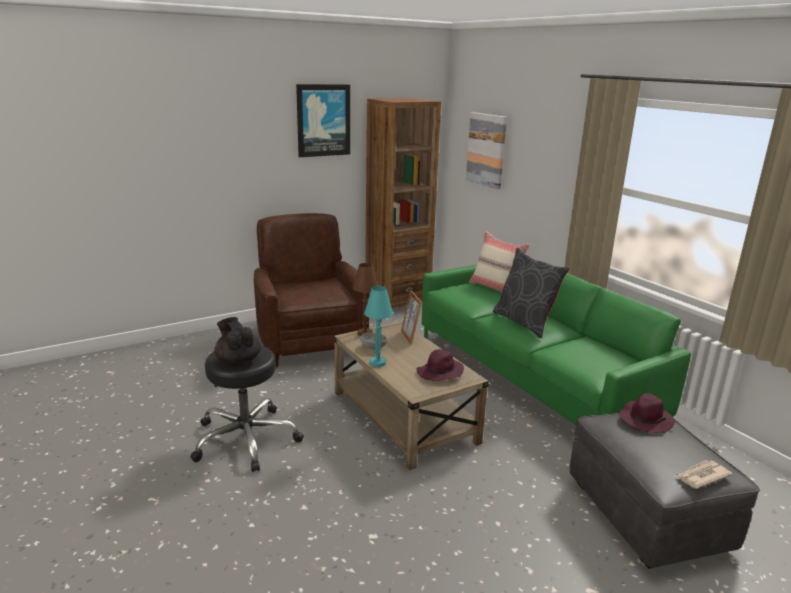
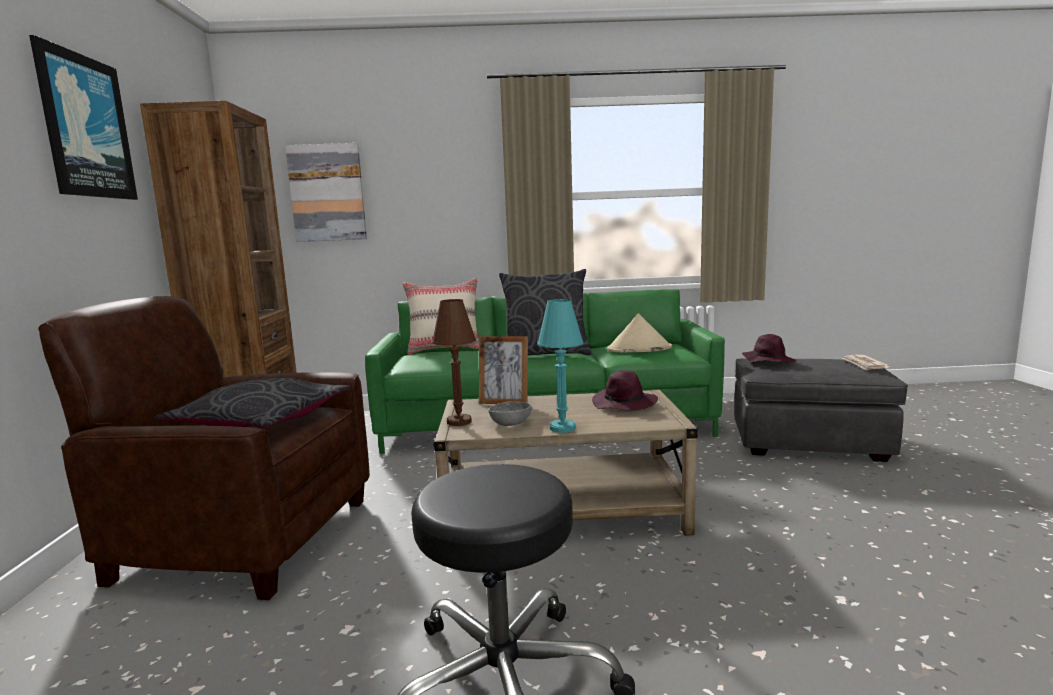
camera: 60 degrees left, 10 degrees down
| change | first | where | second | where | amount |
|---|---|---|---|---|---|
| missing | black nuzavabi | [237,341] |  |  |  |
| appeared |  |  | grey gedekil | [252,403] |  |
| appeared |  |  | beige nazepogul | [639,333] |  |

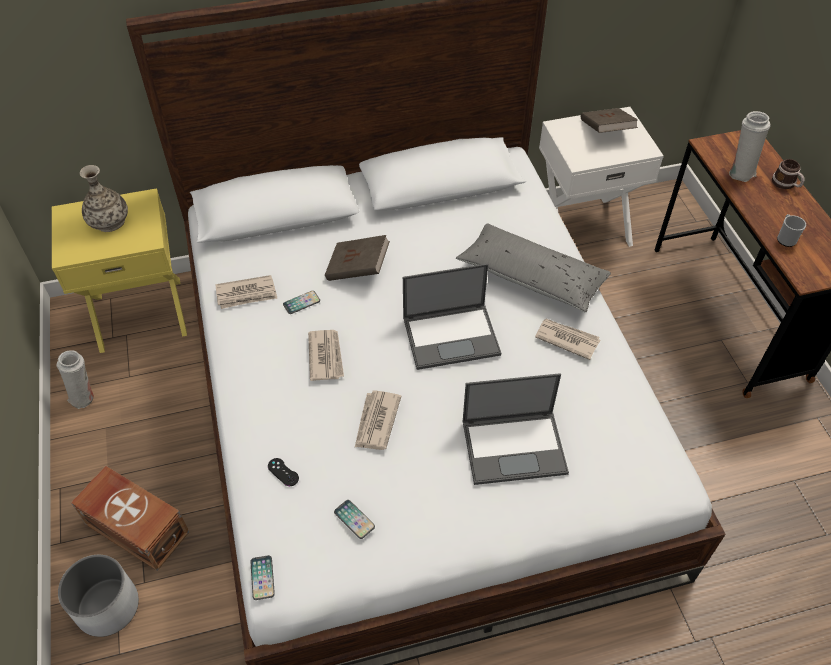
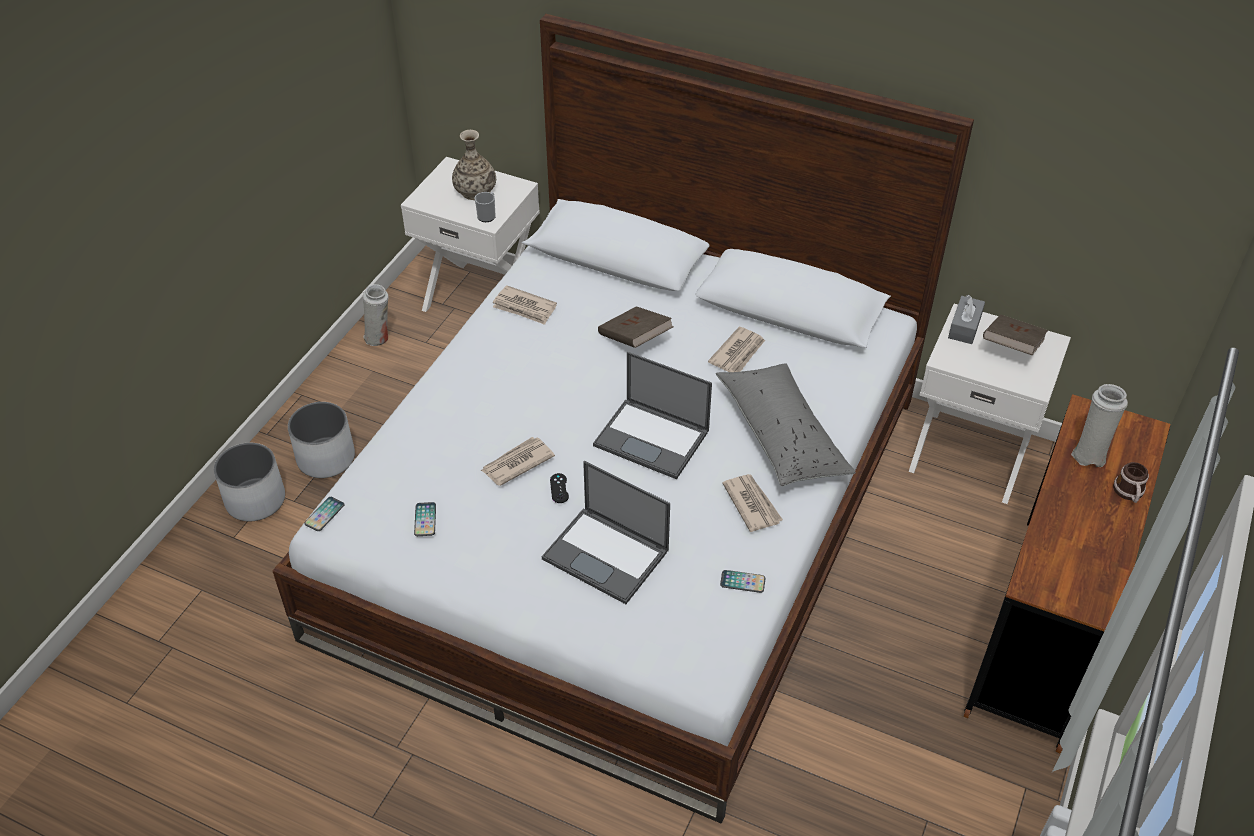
camera: 40 degrees right, 5 degrees down
| change | first | where | second | where | amount |
|---|---|---|---|---|---|
| colour | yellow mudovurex | [119,270] | white mudovurex | [470,234] |  |
| exchanged | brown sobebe | [130,518] | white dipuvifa | [321,440] |  |
| relocated | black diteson | [283,472] |  | [559,488] |  |
| relocated | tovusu | [301,302] |  | [743,581] |  |
| relocated | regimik | [326,355] |  | [736,349] |  |
| relocated | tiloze | [791,230] |  | [485,207] |  |
| appeared |  |  | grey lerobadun | [966,319] |  |

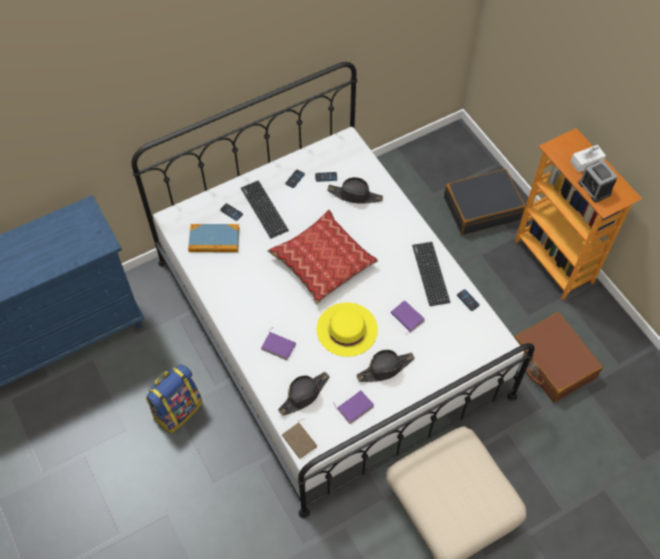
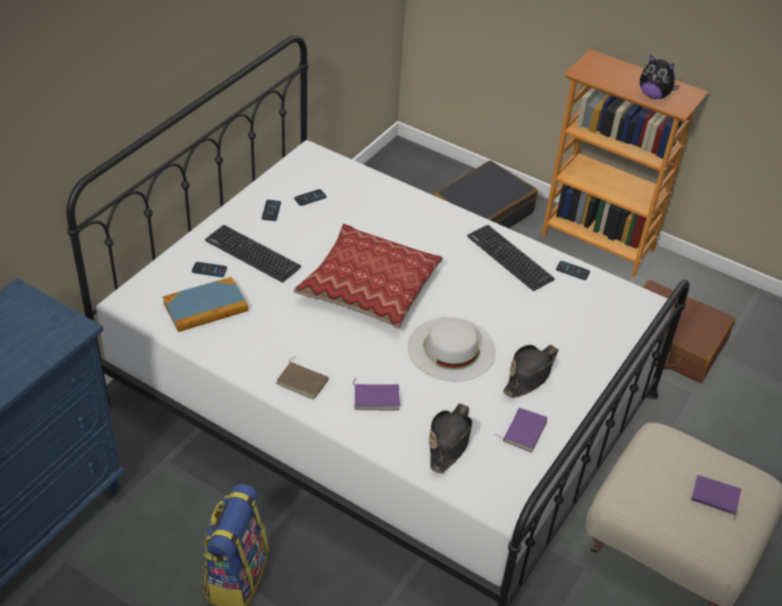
camera: 30 degrees left, 15 degrees down
| change | first | where | second | where | amount |
|---|---|---|---|---|---|
| relocated | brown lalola | [299,439] |  | [302,378] |  |
| colour | yellow nazepogul | [347,329] | white nazepogul | [452,349] |  |
| missing | black nazepogul | [355,190] |  |  |  |
| relocated | purple lalola | [408,317] |  | [716,497] |  |
| missing | white lerobadun | [588,158] |  |  |  |
| exchanged | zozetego | [598,181] | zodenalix | [659,76] |  |

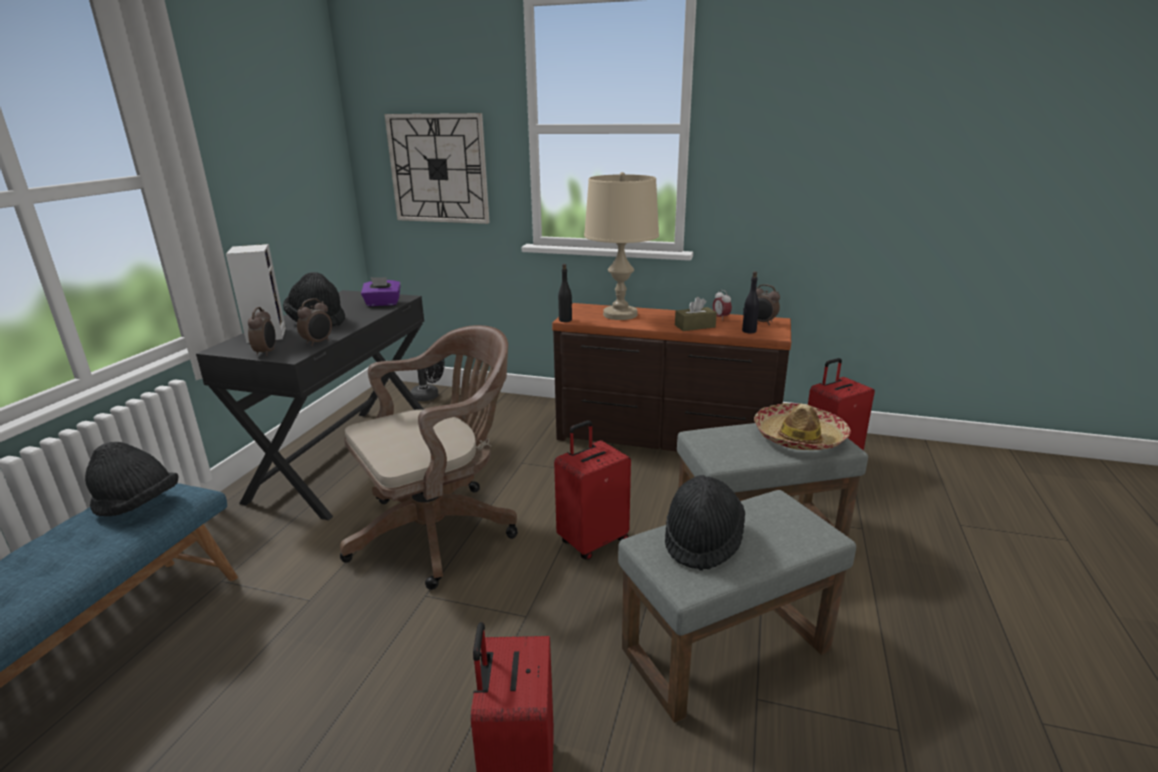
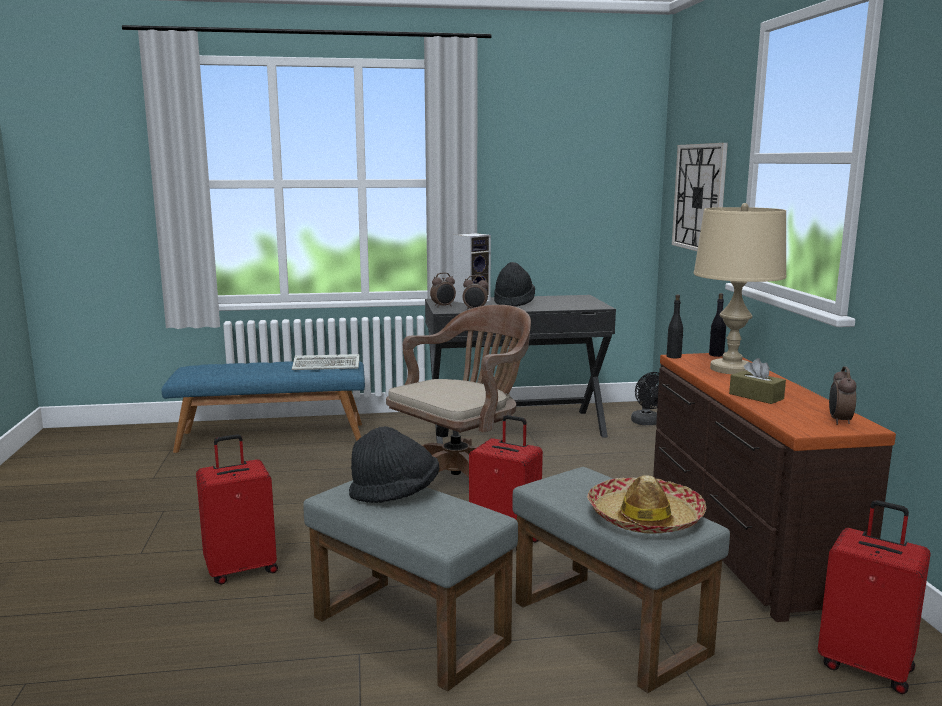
camera: 65 degrees right, 10 degrees down
| change | first | where | second | where | amount |
|---|---|---|---|---|---|
| exchanged | black nazepogul | [131,479] | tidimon | [326,362] |  |
| spun | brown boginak | [429,457] |  | [458,391] | 75 degrees counterclockwise |
| missing | purple lerobadun | [381,291] |  |  |  |
| missing | zozetego | [722,304] |  |  |  |
| relocated | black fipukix | [750,302] |  | [717,325] |  |

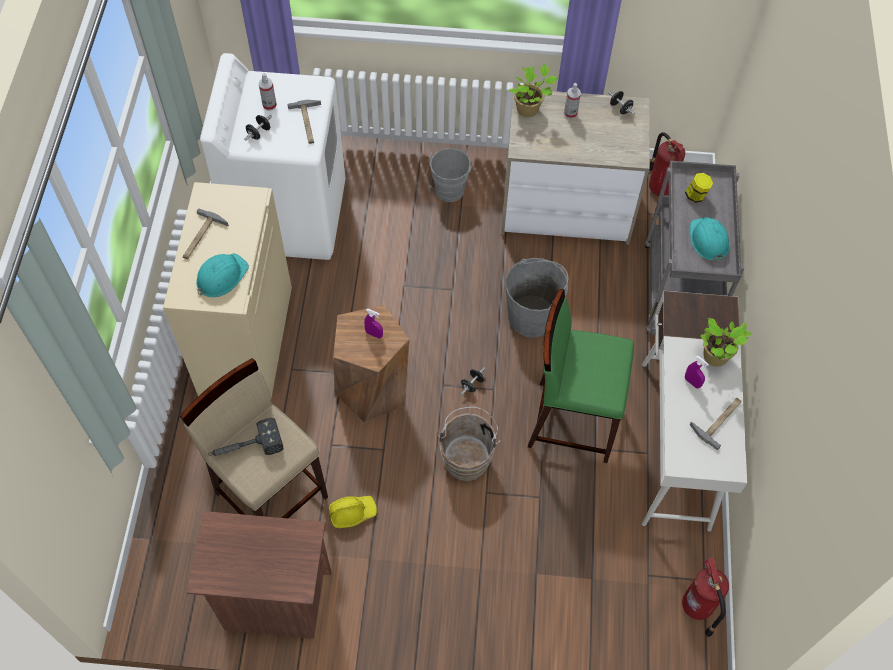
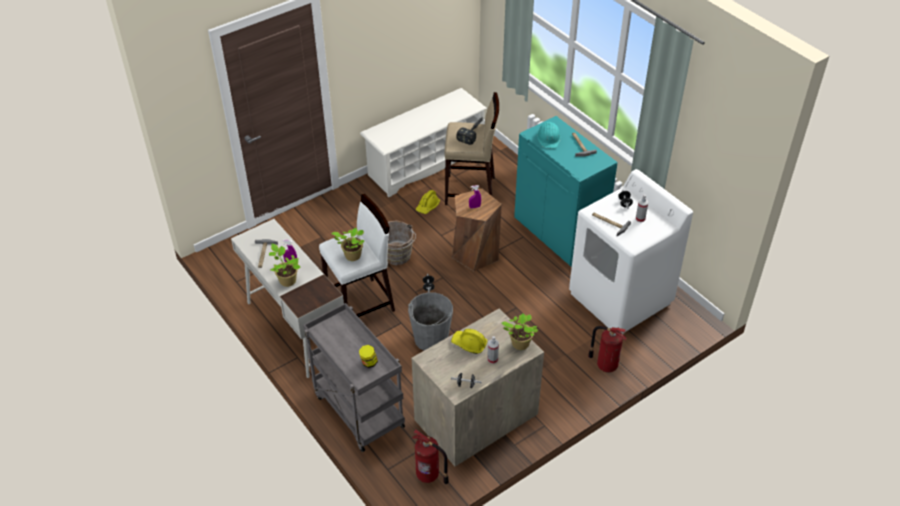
camera: 140 degrees right, 15 degrees down
| change | first | where | second | where | amount |
|---|---|---|---|---|---|
| colour | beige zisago | [227,290] | turquoise zisago | [566,191] |  |
| exchanged | brown mudovurex | [259,575] | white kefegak | [423,143] |  |
| missing | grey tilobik | [449,175] |  |  |  |
| colour | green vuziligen | [581,376] | white vuziligen | [357,255] |  |
| relocated | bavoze | [705,597] |  | [607,349] |  |
| missing | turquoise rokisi | [710,239] |  |  |  |
| appeared |  |  | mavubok | [348,244] |  |
| appeared |  |  | yellow rokisi | [469,341] |  |

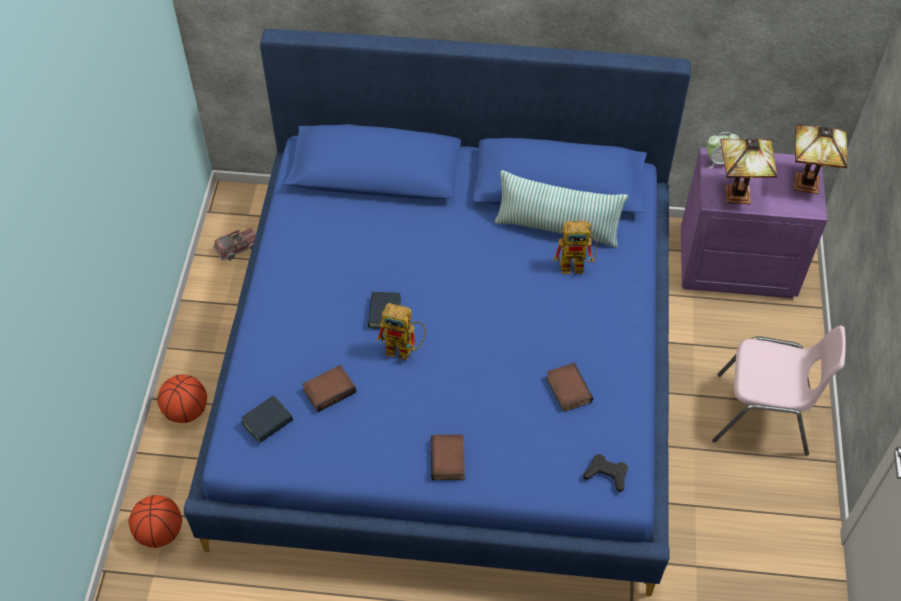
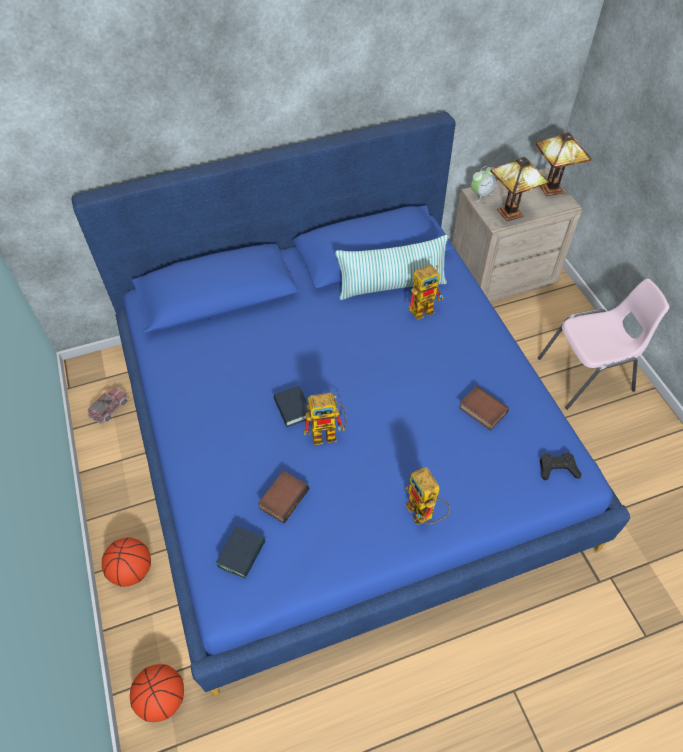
camera: 25 degrees left, 0 degrees up
| change | first | where | second | where | amount |
|---|---|---|---|---|---|
| exchanged | lalola | [447,457] | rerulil | [427,496] |  |
| colour | purple mudovurex | [754,222] | beige mudovurex | [517,235] |  |

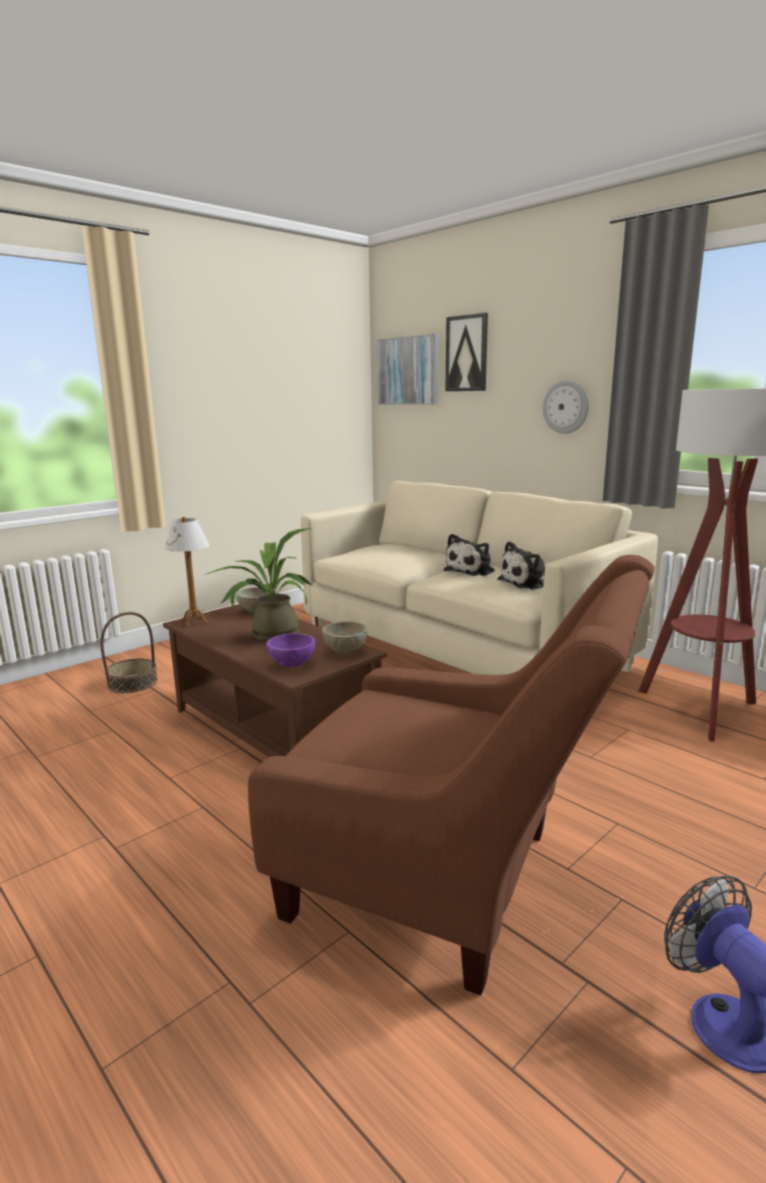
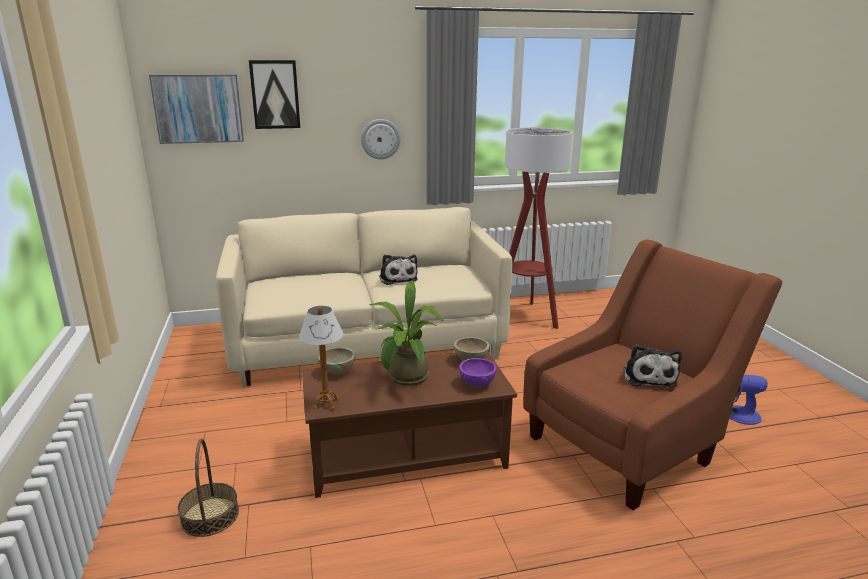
camera: 60 degrees left, 5 degrees up
| change | first | where | second | where | amount |
|---|---|---|---|---|---|
| relocated | zodenalix | [521,565] |  | [653,366] |  |

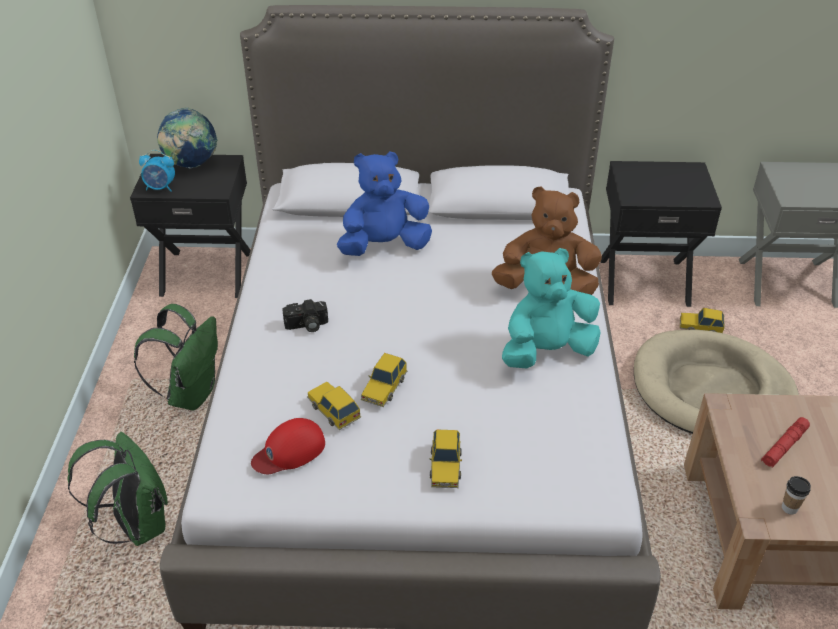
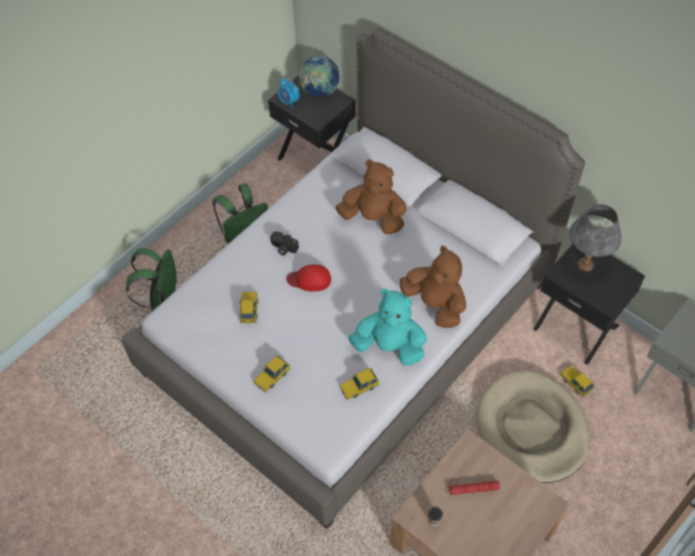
camera: 40 degrees right, 15 degrees up
| change | first | where | second | where | amount |
|---|---|---|---|---|---|
| relocated | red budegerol | [288,446] |  | [308,277] |  |
| colour | blue zodenalix | [384,203] | brown zodenalix | [371,197] |  |
| relocated | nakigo | [384,380] |  | [359,384] |  |
| appeared |  |  | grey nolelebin | [595,237] |  |

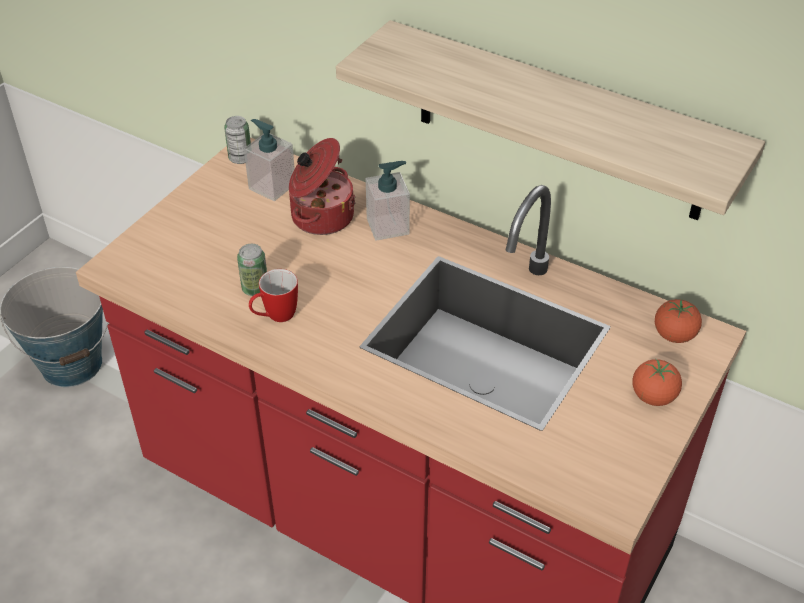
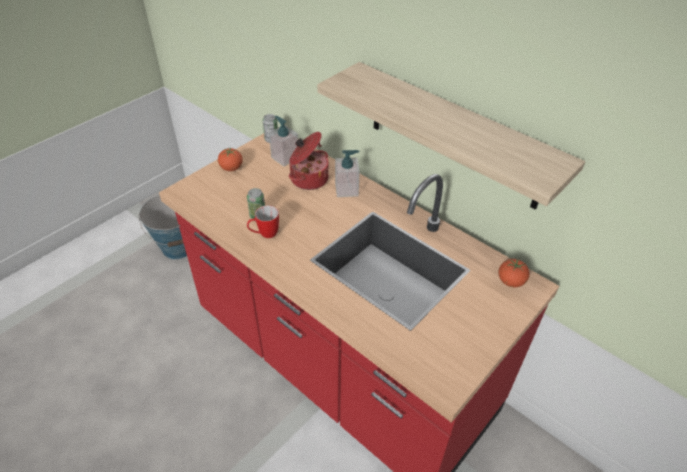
camera: 10 degrees right, 0 degrees up
| change | first | where | second | where | amount |
|---|---|---|---|---|---|
| relocated | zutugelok | [657,382] |  | [230,159] |  |

